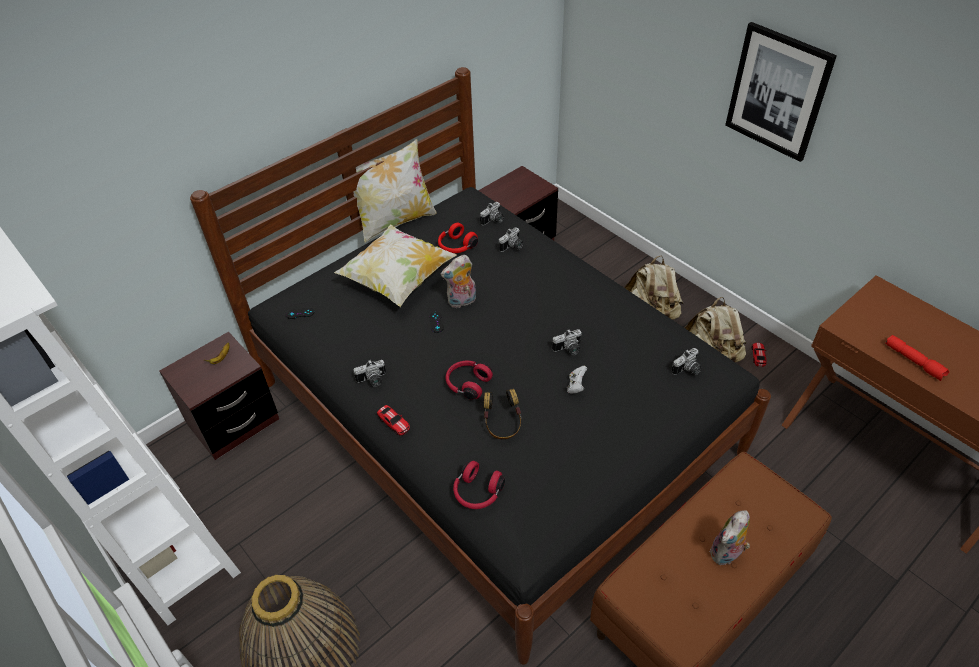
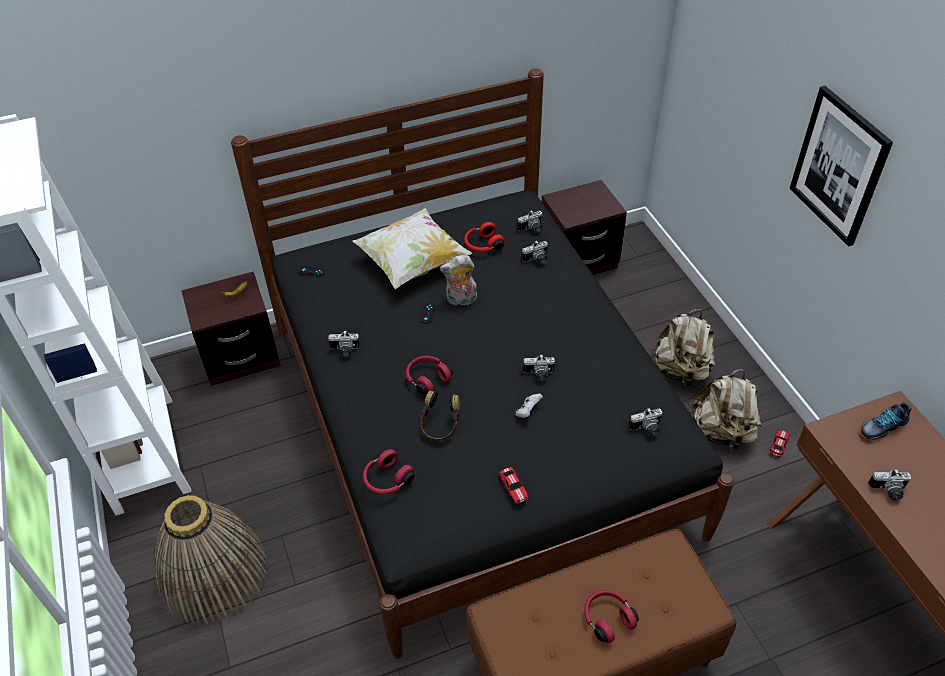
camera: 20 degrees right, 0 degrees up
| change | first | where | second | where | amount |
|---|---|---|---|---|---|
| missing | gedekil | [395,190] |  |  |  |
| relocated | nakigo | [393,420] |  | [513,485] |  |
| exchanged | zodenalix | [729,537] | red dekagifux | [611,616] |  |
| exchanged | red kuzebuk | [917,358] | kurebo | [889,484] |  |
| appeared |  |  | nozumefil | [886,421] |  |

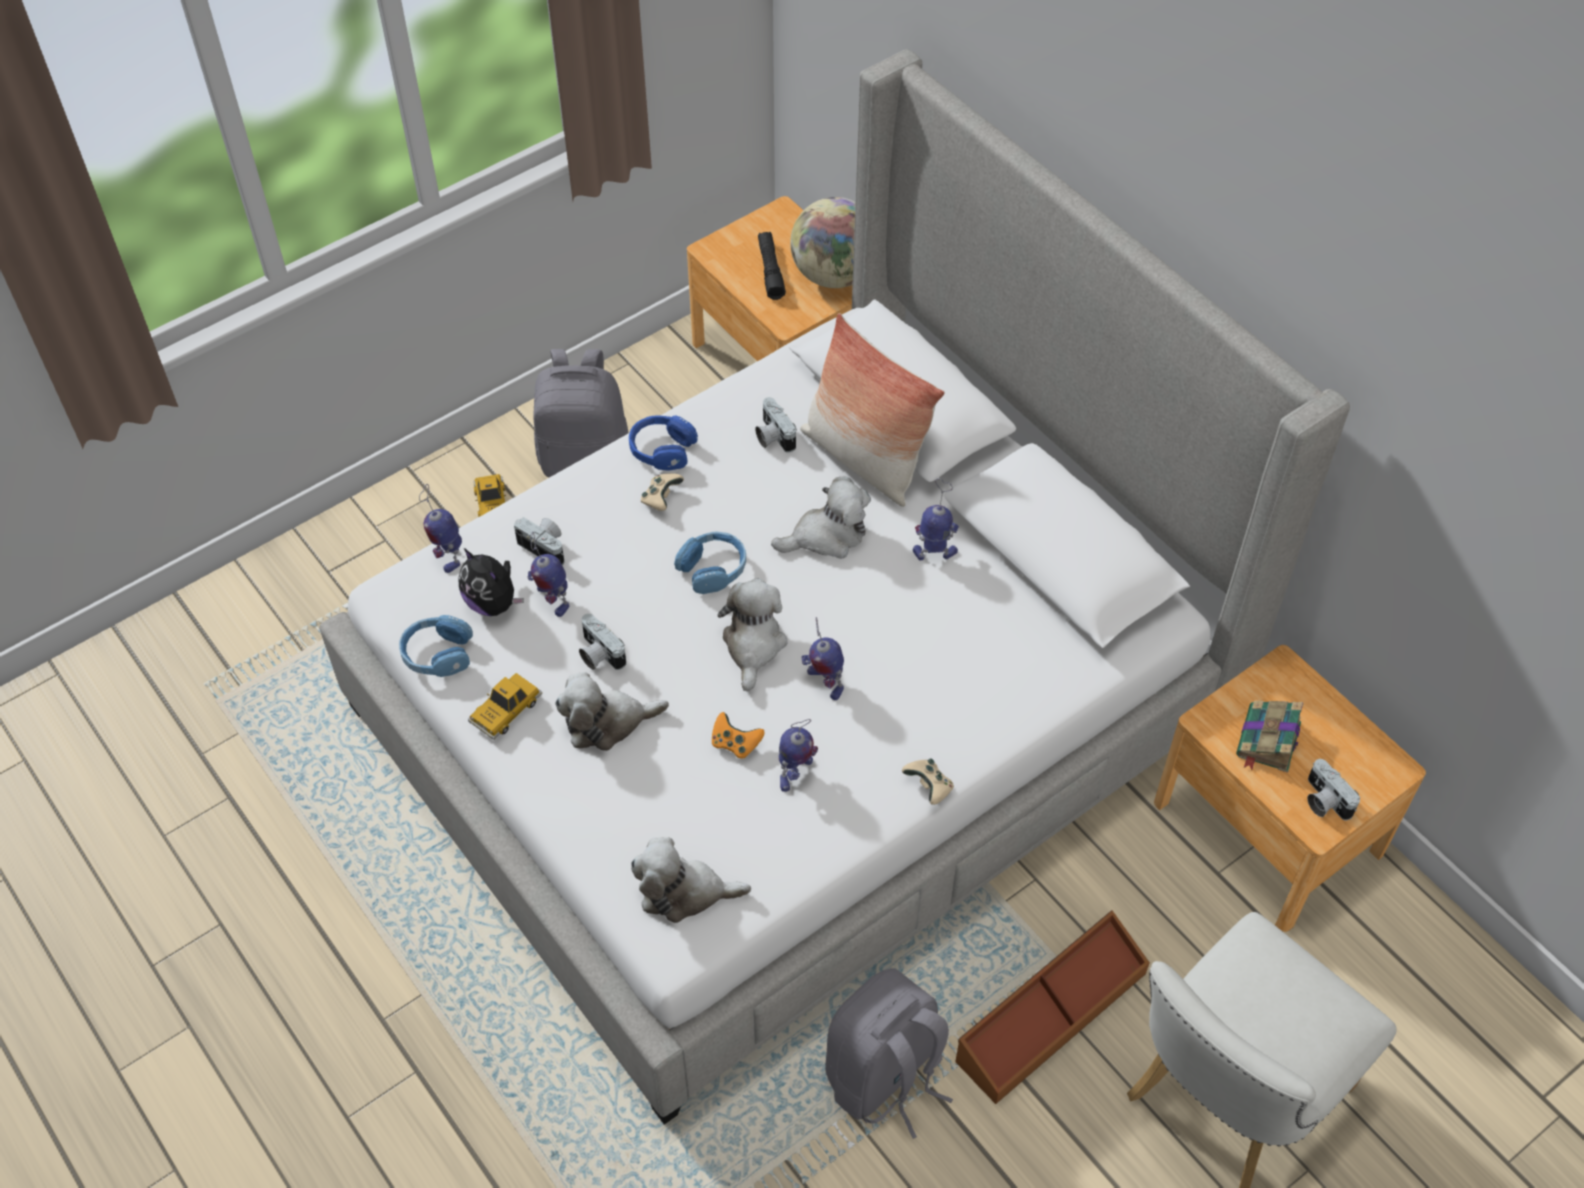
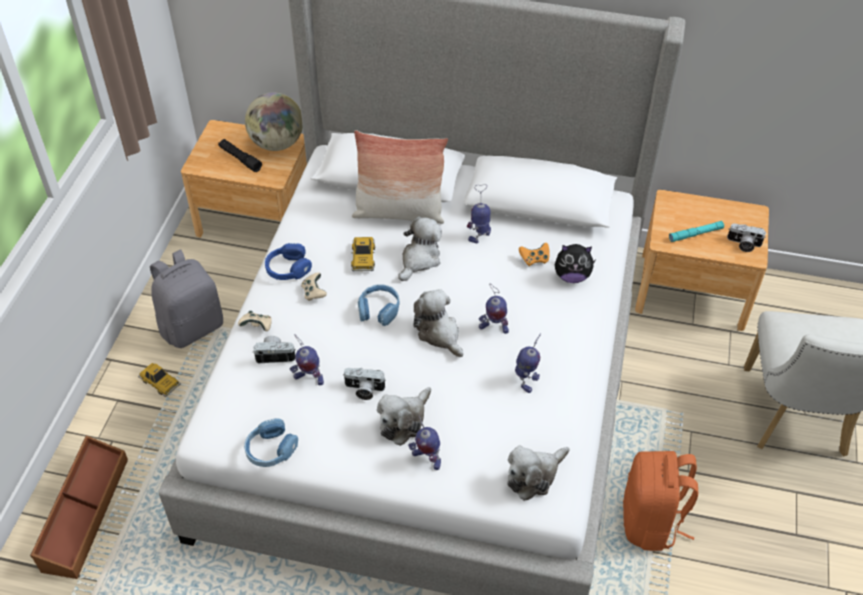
camera: 40 degrees left, 5 degrees down
| change | first | where | second | where | amount |
|---|---|---|---|---|---|
| relocated | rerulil | [440,528] |  | [424,442] |  |
| relocated | zodenalix | [491,582] |  | [575,263] |  |
| relocated | nakigo | [505,706] |  | [363,254] |  |
| relocated | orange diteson | [738,735] |  | [534,254] |  |
| missing | kurebo | [775,425] |  |  |  |
| colour | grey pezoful | [889,1053] | orange pezoful | [660,501] |  |
| relocated | beige diteson | [928,781] |  | [255,321] |  |
| relocated | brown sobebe | [1052,1007] |  | [79,507] |  |
| exchanged | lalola | [1269,737] | turquoise kuzebuk | [696,231] |  |

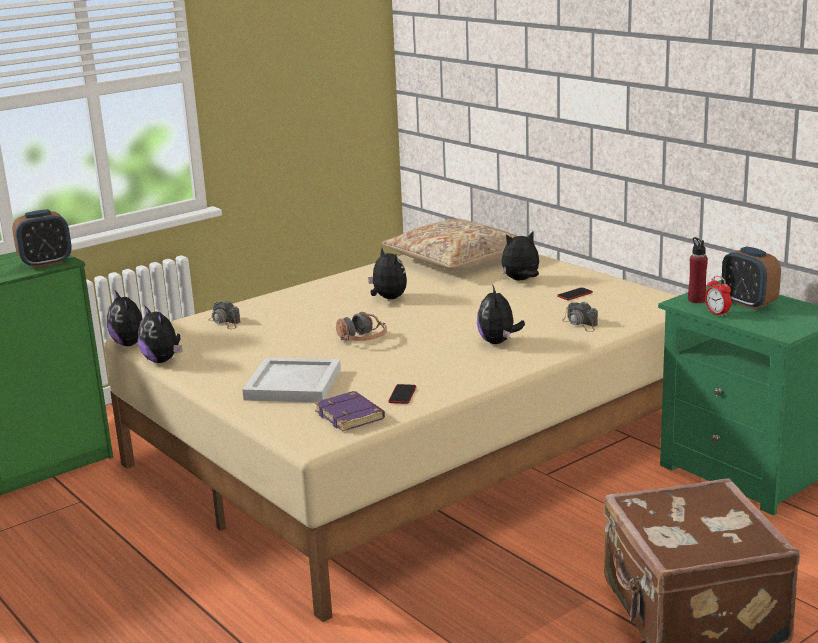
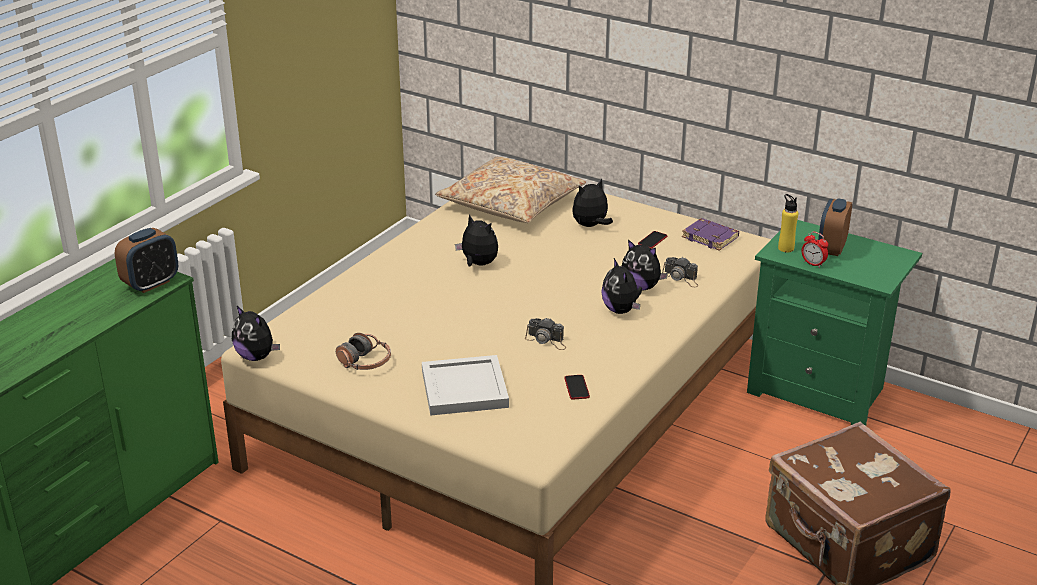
camera: 20 degrees left, 10 degrees up
| change | first | where | second | where | amount |
|---|---|---|---|---|---|
| relocated | zodenalix | [160,334] |  | [645,265] |  |
| relocated | kurebo | [224,314] |  | [545,333] |  |
| relocated | purple lalola | [349,411] |  | [710,234] |  |
| relocated | dekagifux | [361,326] |  | [363,351] |  |
| colour | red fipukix | [698,270] | yellow fipukix | [788,223] |  |
| spun | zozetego | [751,278] |  | [835,227] | 75 degrees clockwise |

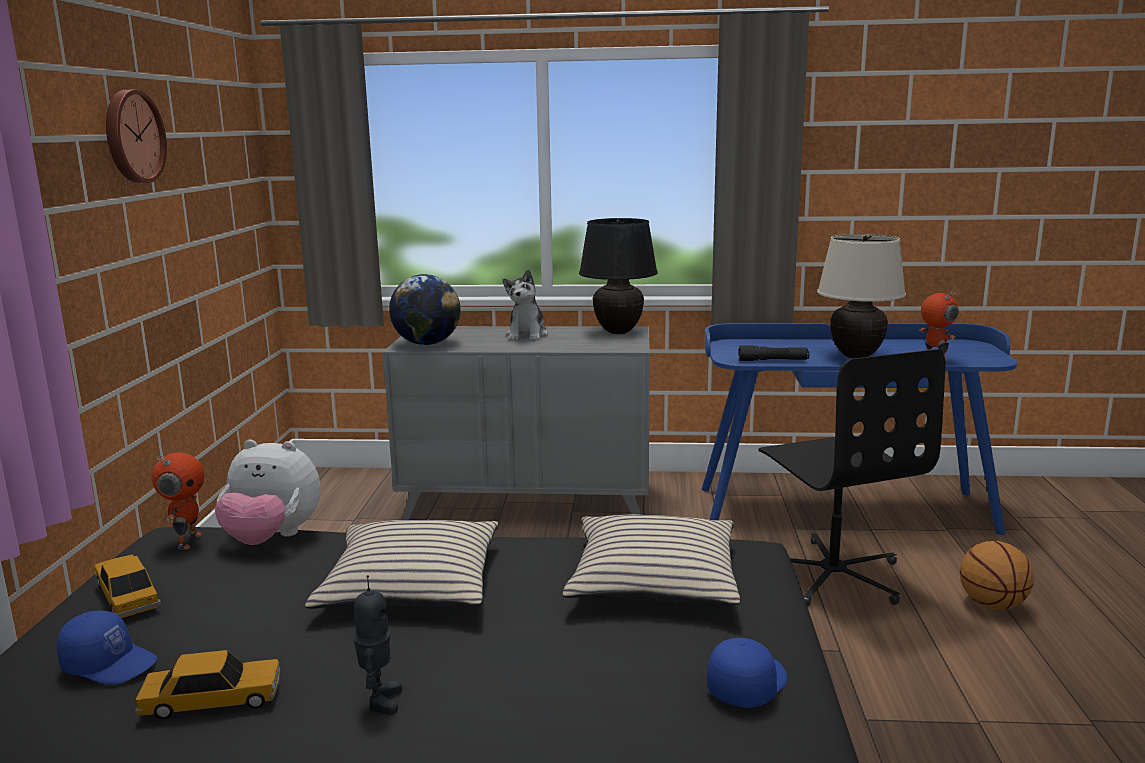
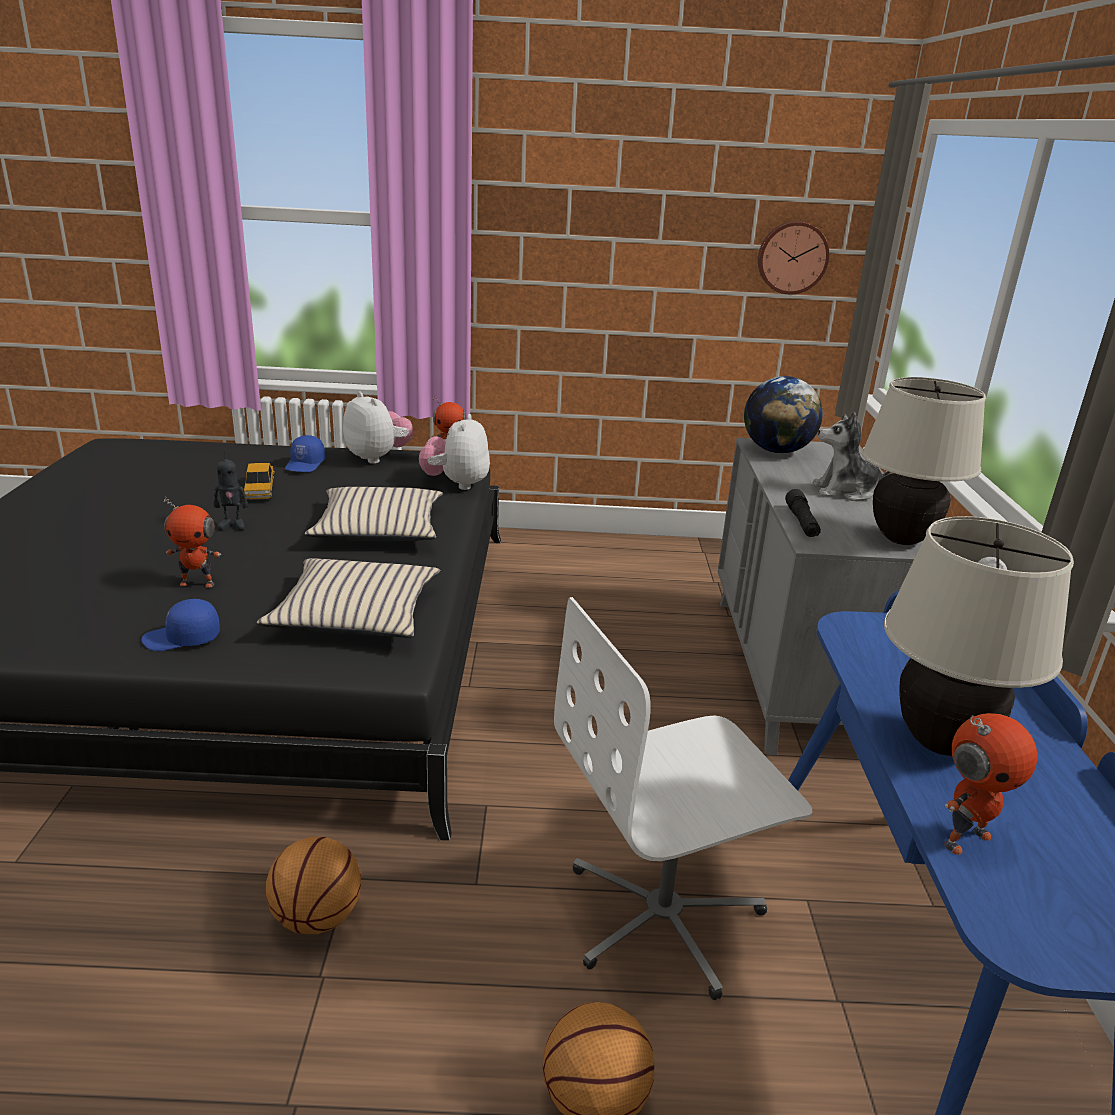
camera: 85 degrees right, 10 degrees up
| change | first | where | second | where | amount |
|---|---|---|---|---|---|
| exchanged | nakigo | [128,586] | zodenalix | [378,427] |  |
| relocated | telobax | [136,136] |  | [793,258] |  |
| colour | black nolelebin | [618,276] | beige nolelebin | [924,461] |  |
| spun | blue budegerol | [747,673] |  | [180,625] | 135 degrees clockwise |
| relocated | black kuzebuk | [773,353] |  | [803,513] |  |
| colour | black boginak | [851,477] | white boginak | [683,798] |  |
| appeared |  |  | rerulil | [192,542] |  |
| appeared |  |  | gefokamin | [313,885] |  |

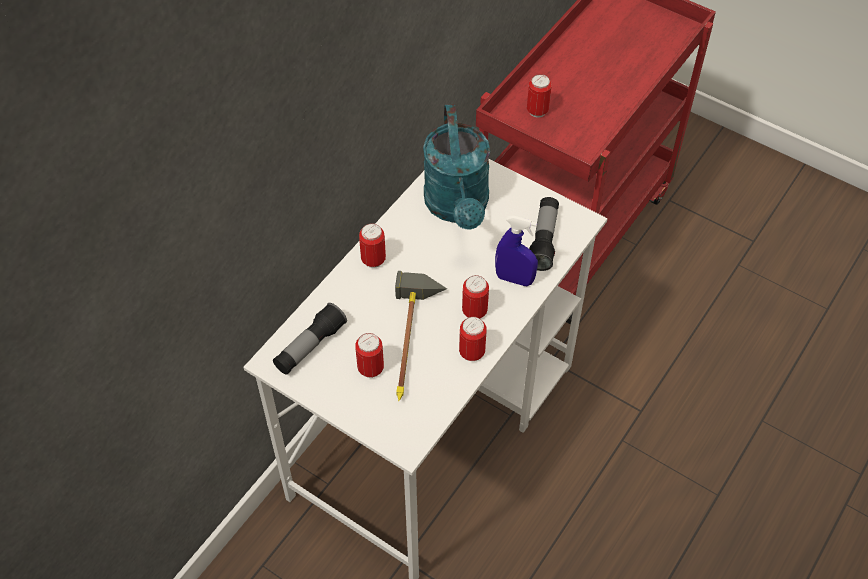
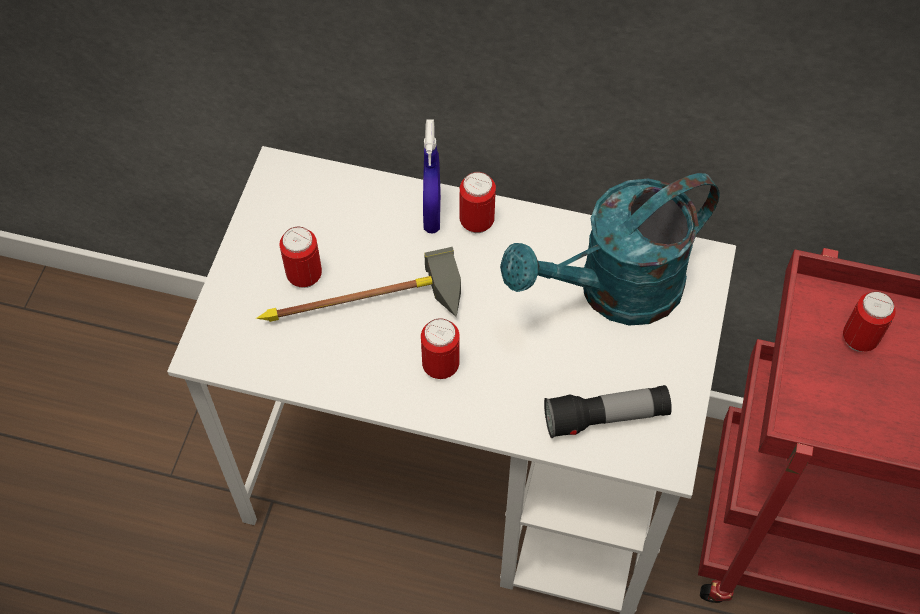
camera: 70 degrees right, 5 degrees up
| change | first | where | second | where | amount |
|---|---|---|---|---|---|
| missing | kuzebuk | [310,339] |  |  |  |
| missing | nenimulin | [473,339] |  |  |  |
| relocated | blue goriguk | [516,251] |  | [432,176] |  |

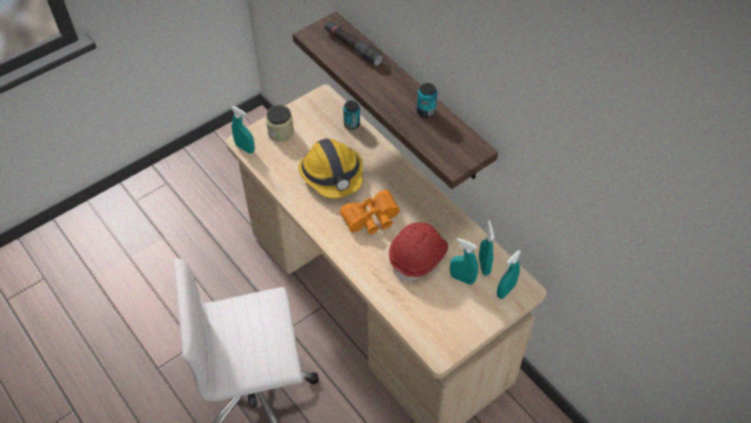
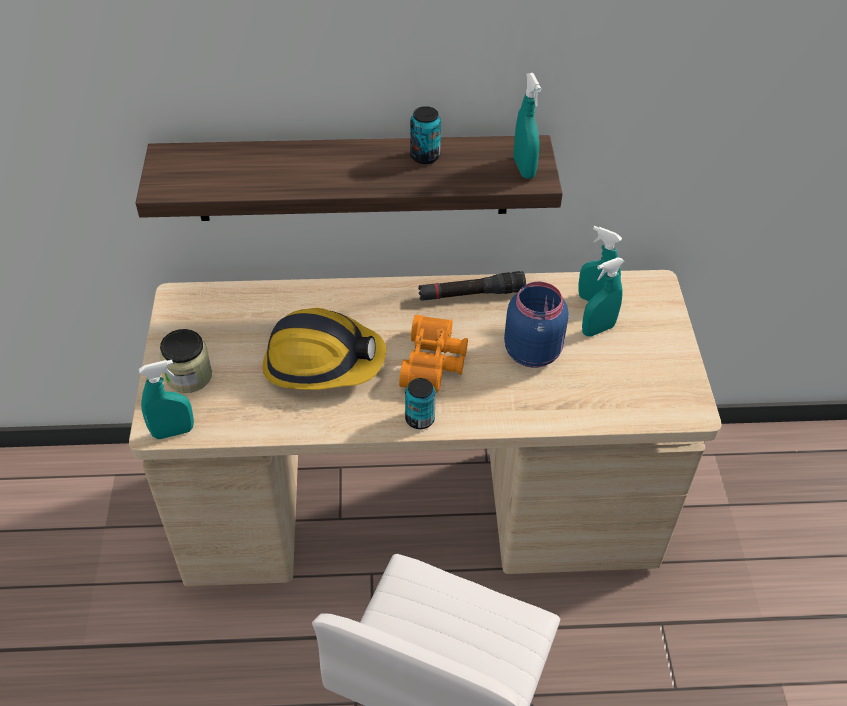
camera: 55 degrees left, 5 degrees down
| change | first | where | second | where | amount |
|---|---|---|---|---|---|
| relocated | black kuzebuk | [354,43] |  | [472,286] |  |
| relocated | nenimulin | [351,115] |  | [420,403] |  |
| exchanged | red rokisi | [418,252] | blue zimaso | [536,325] |  |
| relocated | turquoise goriguk | [509,274] |  | [527,126] |  |

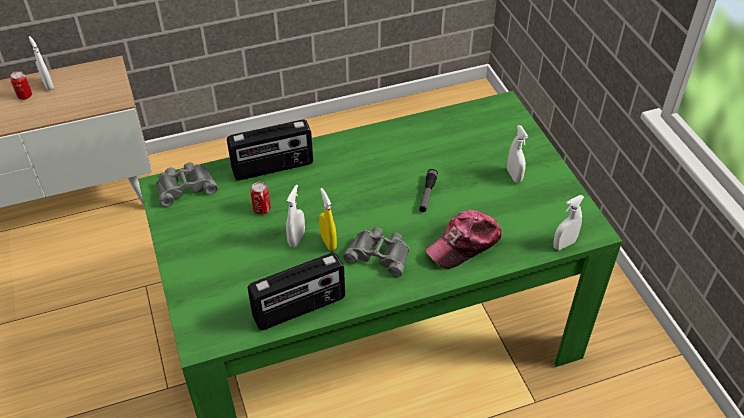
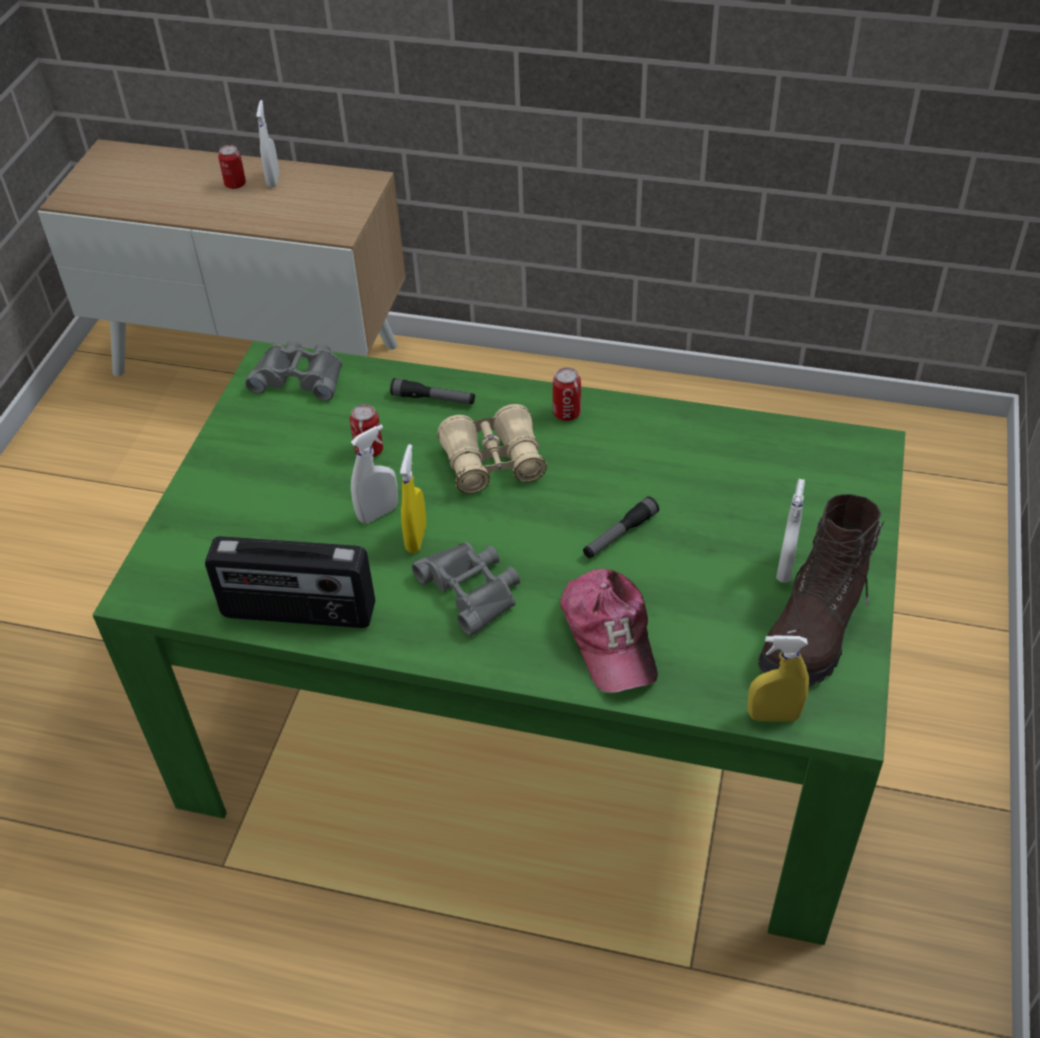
camera: 35 degrees right, 0 degrees up
| change | first | where | second | where | amount |
|---|---|---|---|---|---|
| exchanged | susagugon | [270,150] | kuzebuk | [432,391] |  |
| spun | budegerol | [463,239] |  | [609,631] | 105 degrees counterclockwise |
| colour | white goriguk | [569,222] | yellow goriguk | [778,678] |  |
| appeared |  |  | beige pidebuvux | [492,449] |  |
| appeared |  |  | nenimulin | [567,394] |  |
| appeared |  |  | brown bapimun | [821,590] |  |

